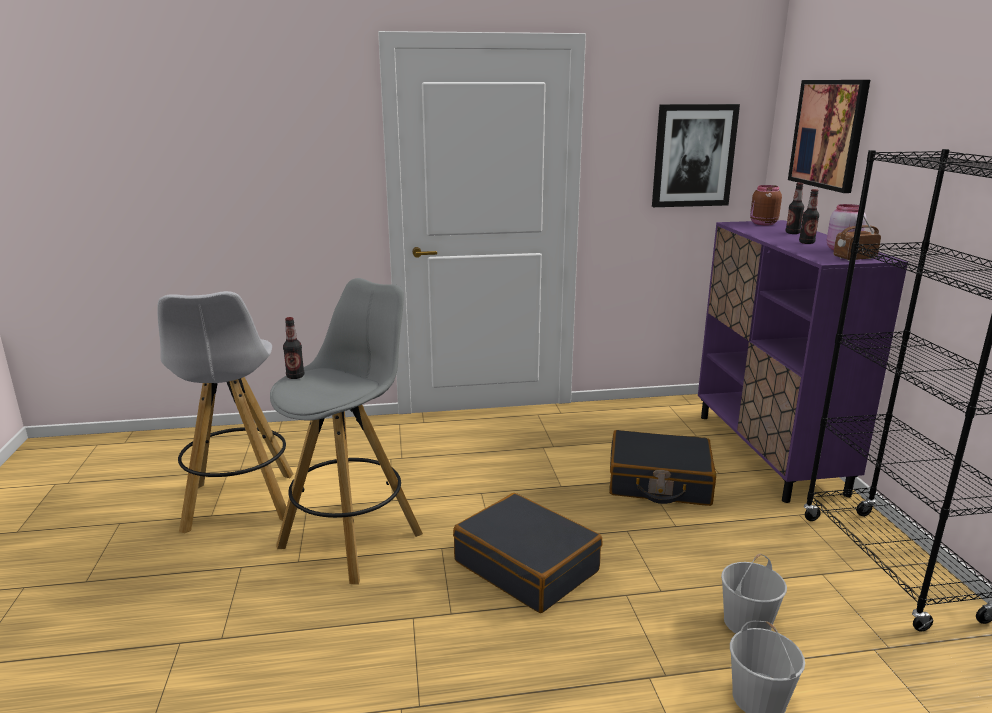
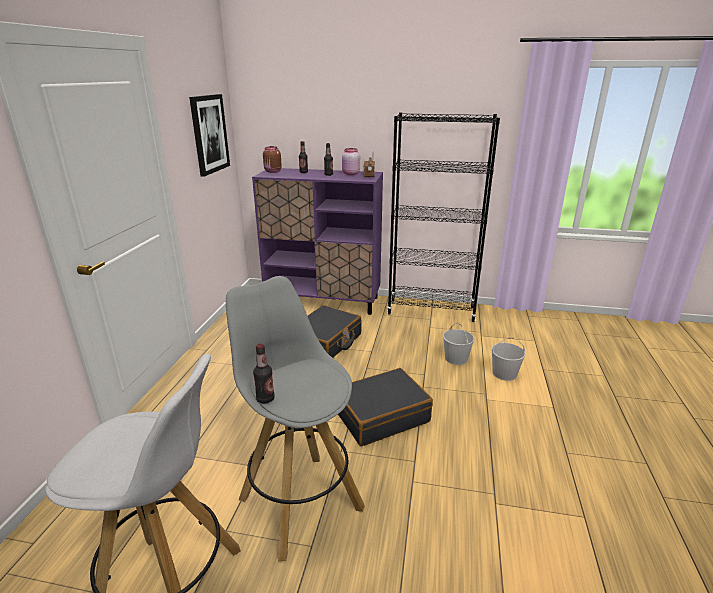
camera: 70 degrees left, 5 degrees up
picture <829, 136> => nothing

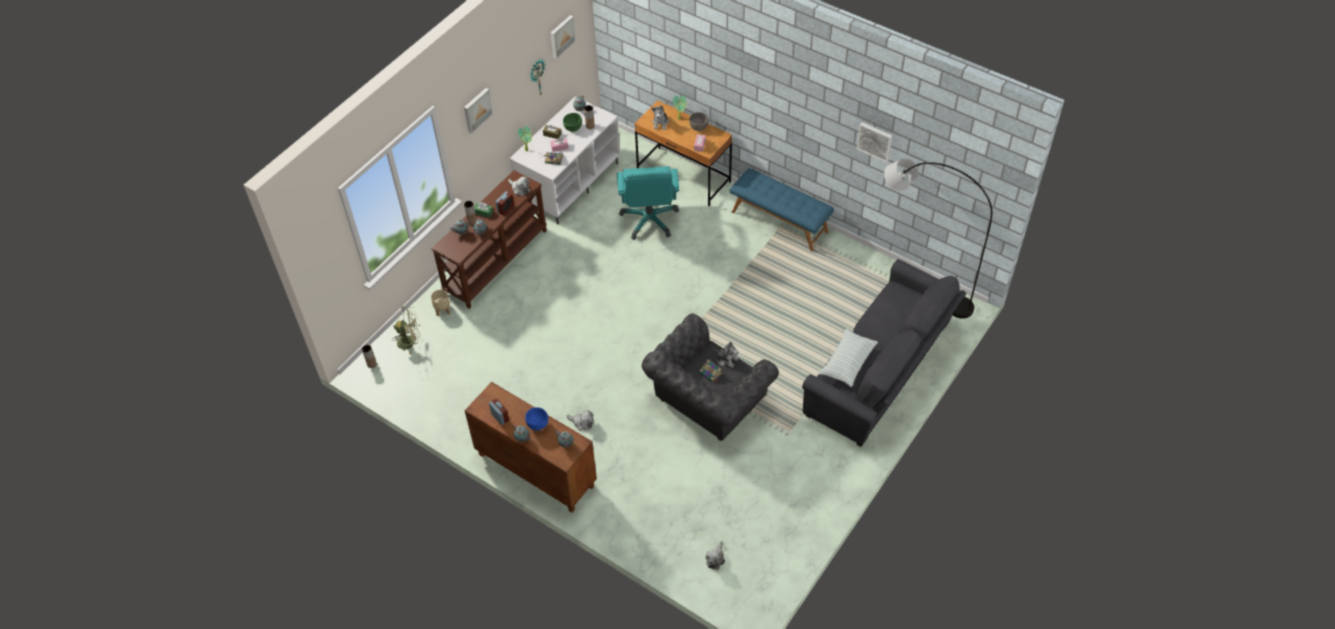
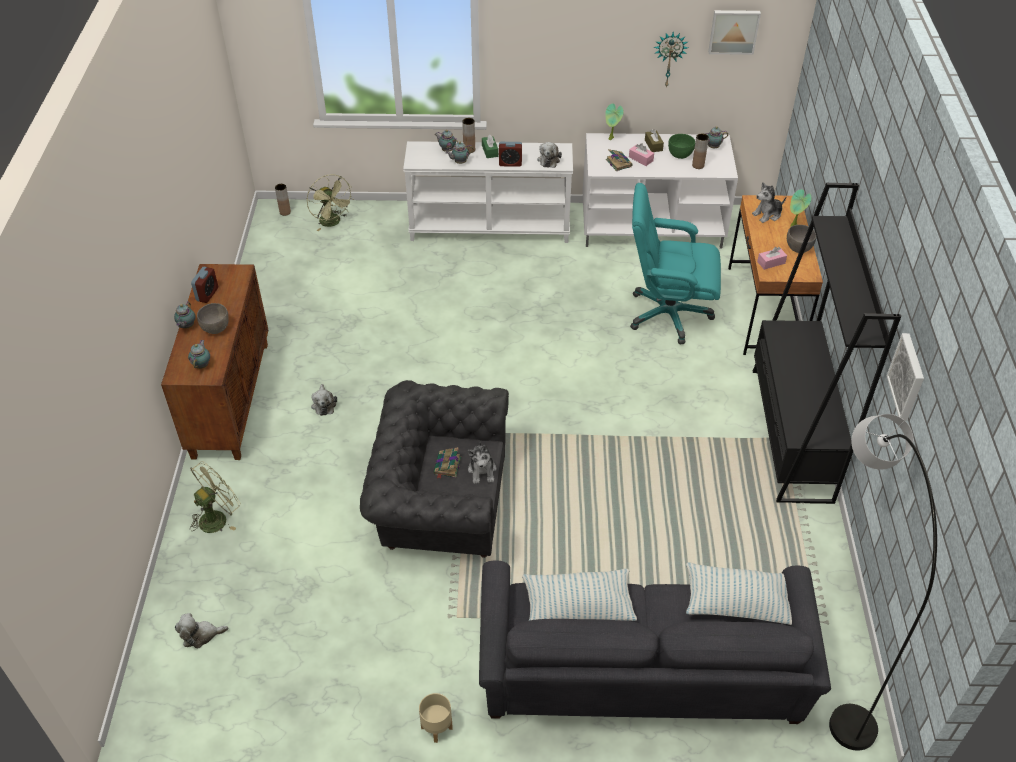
camera: 55 degrees right, 5 degrees down
picture <478, 111> => nothing
nothing => green electric fan <215, 497>
nothing => pillow <739, 593>
beige plant pot <440, 302> => beige plant pot <436, 718>, shifted
blue bench <782, 209> => black-coloured bookcase <827, 343>
brownish narrow table <489, 239> => whitish narrow table <488, 192>
blue serving bowl <536, 418> => gray serving bowl <213, 318>
blue-green computer chair <648, 203> => blue-green computer chair <675, 264>, 45 degrees clockwise

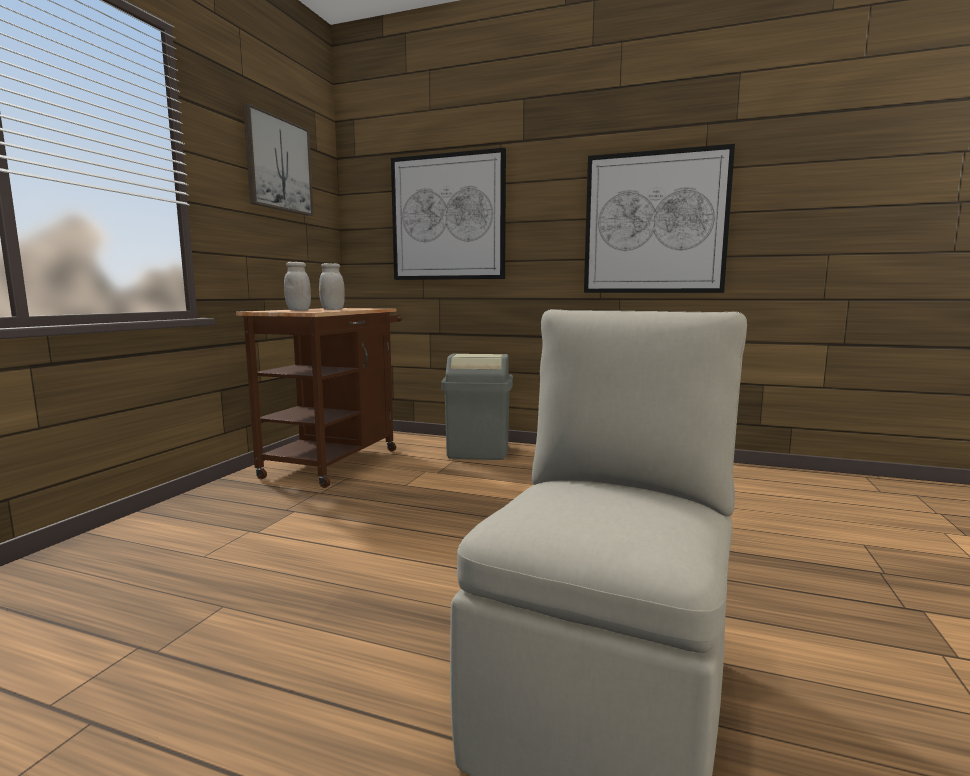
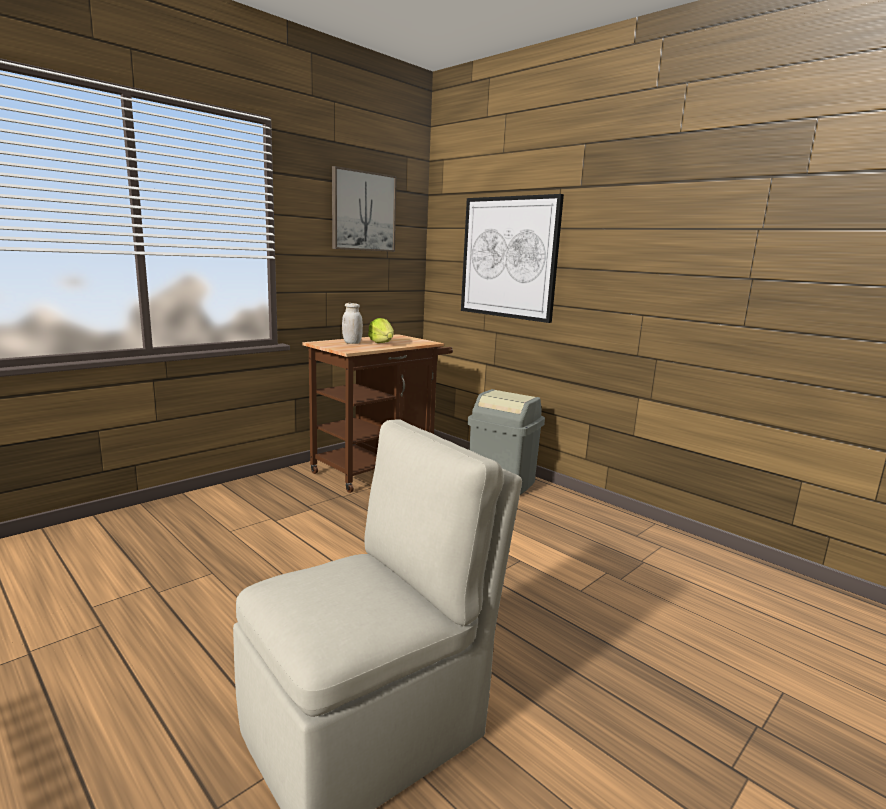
camera: 25 degrees right, 5 degrees up
picture <659, 218> => nothing
whitish preserve jar <332, 286> => head of lettuce <381, 330>

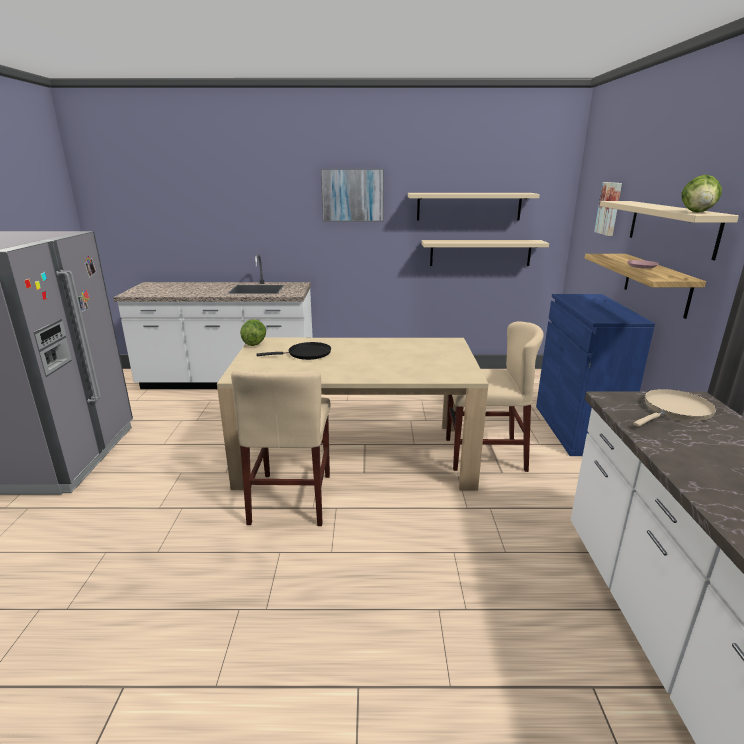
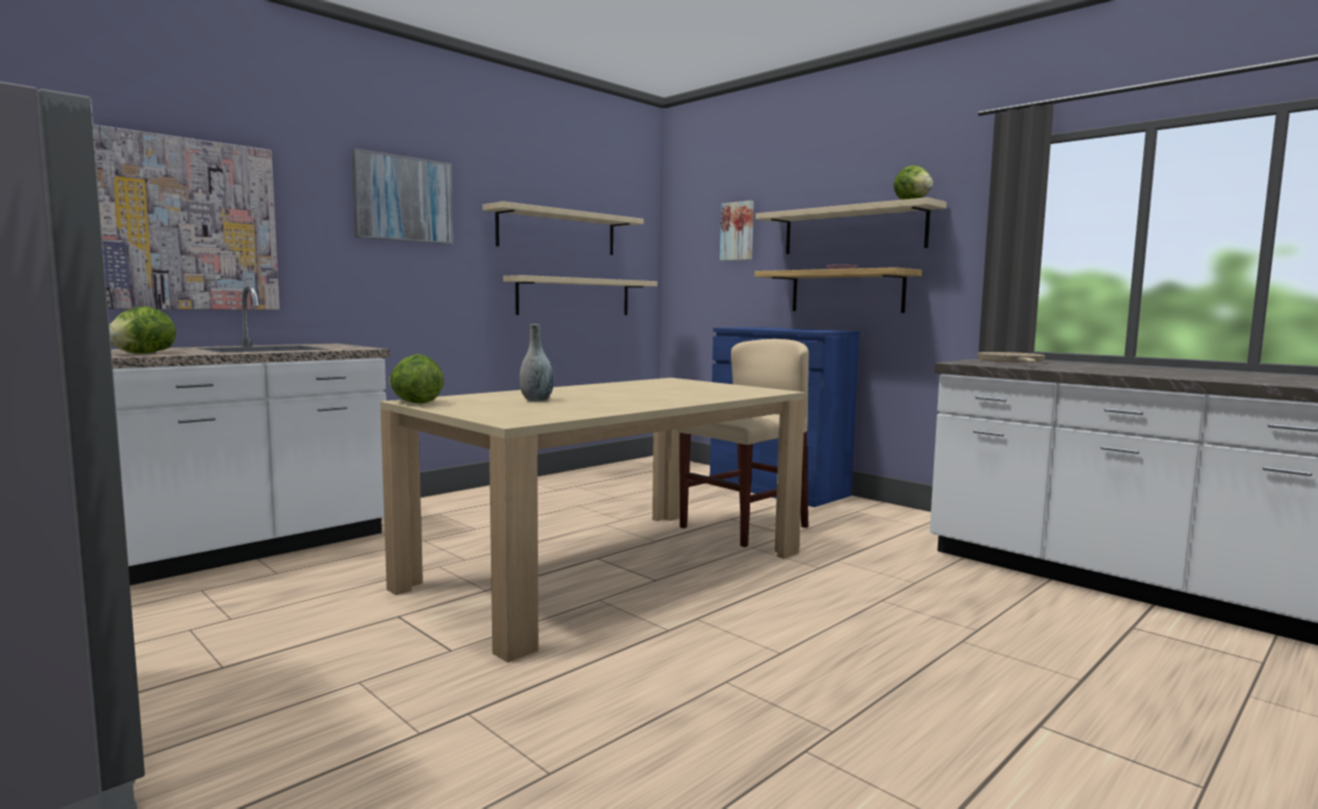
camera: 45 degrees left, 15 degrees down
beige plain chair <280, 448> => nothing
nothing => picture <186, 217>
nothing => head of lettuce <142, 329>
black-coloured frying pan <293, 351> => gray decorative vase <537, 363>

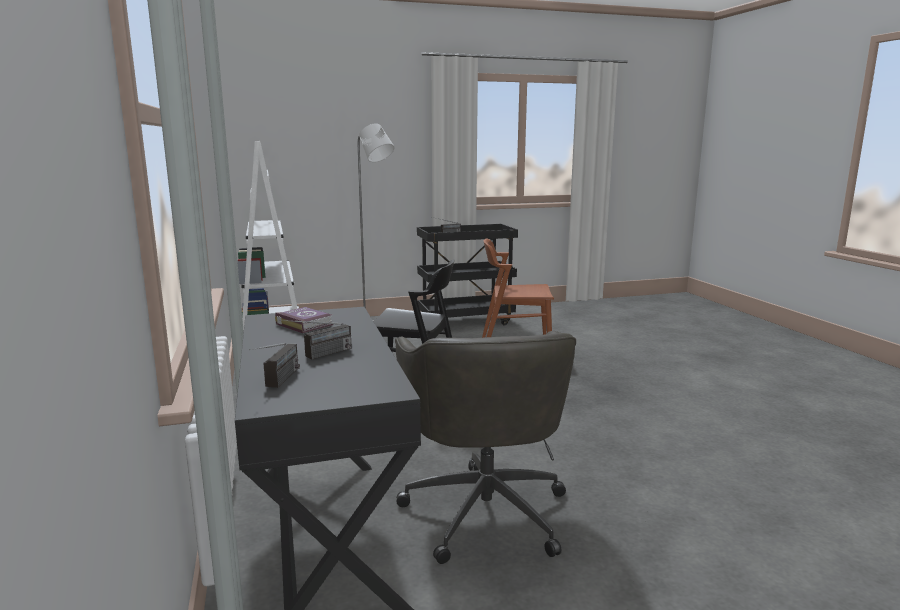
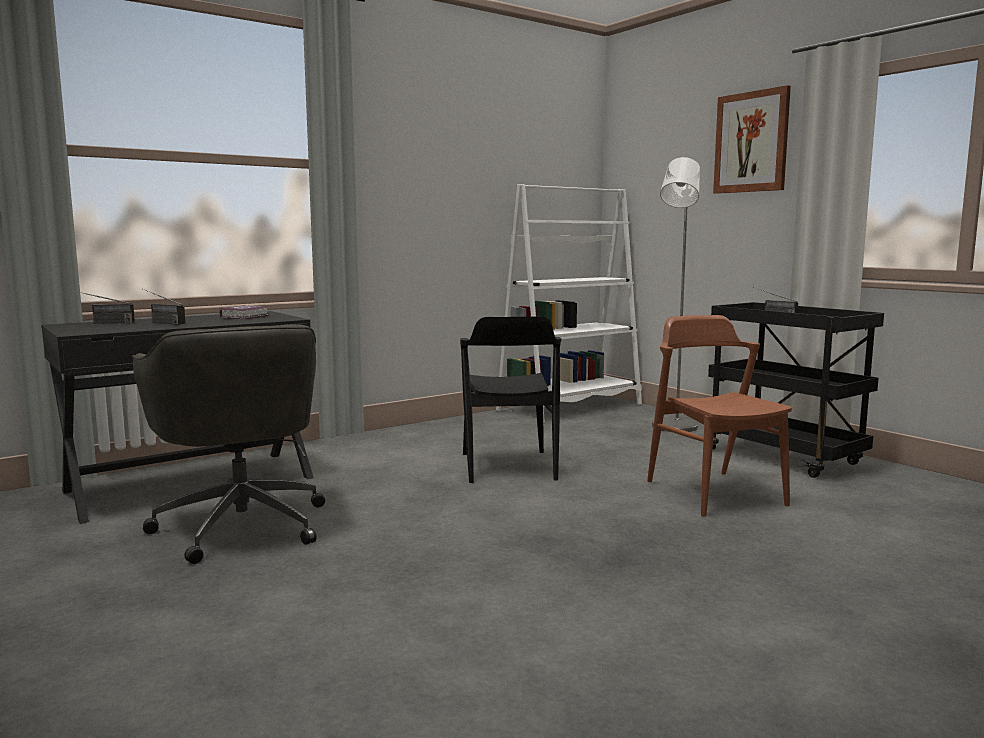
camera: 70 degrees right, 5 degrees down
nothing => picture <752, 139>
gray computer chair <485, 447> => gray computer chair <228, 444>, 90 degrees counterclockwise

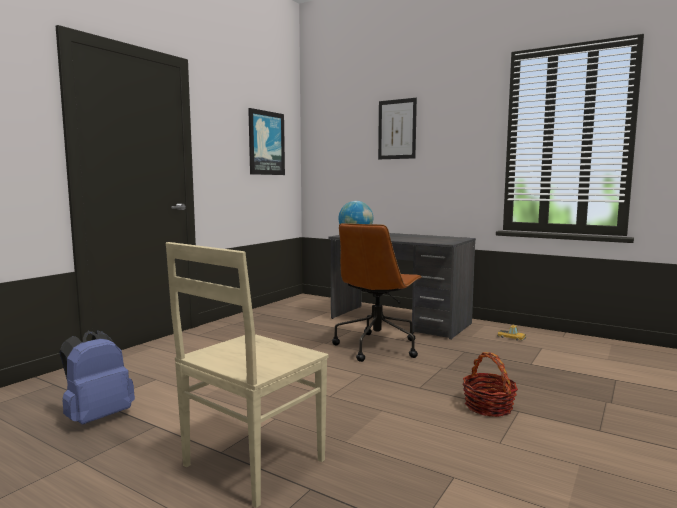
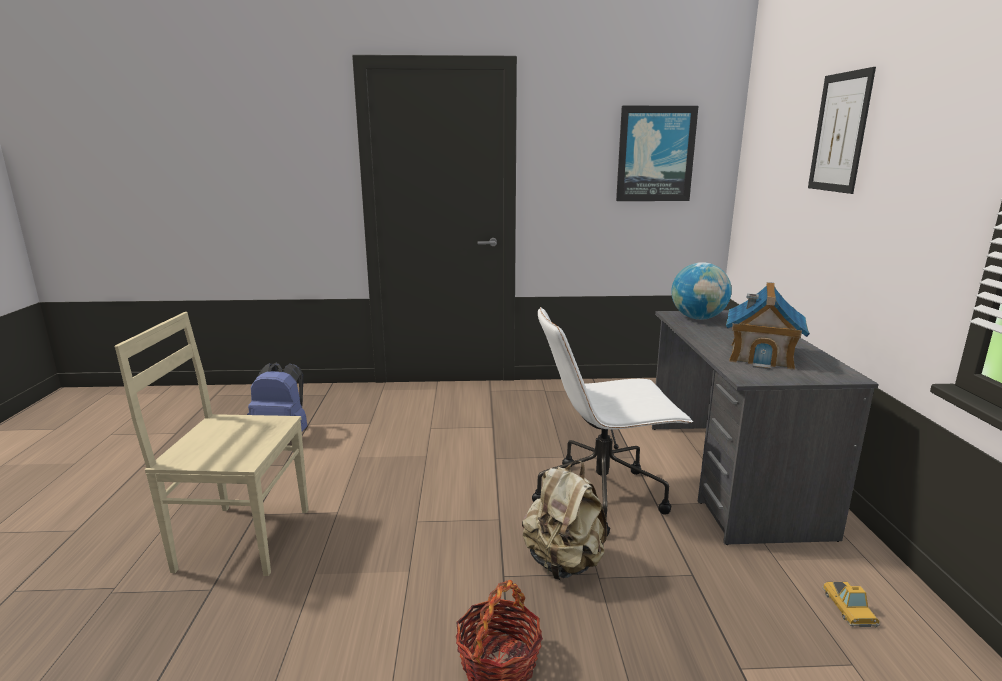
camera: 55 degrees right, 10 degrees up
nothing => beige backpack <564, 520>
nothing => toy house <768, 326>
brownish computer chair <377, 292> => whitish computer chair <612, 421>

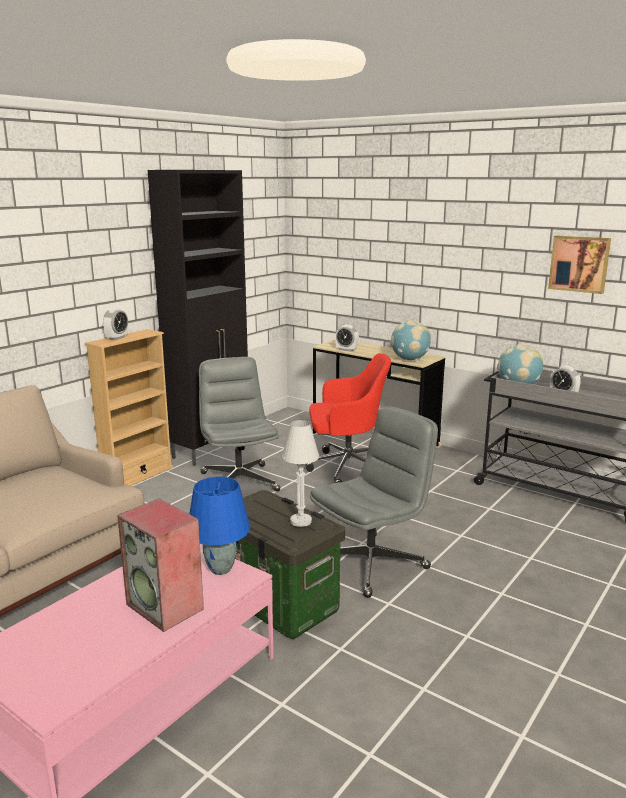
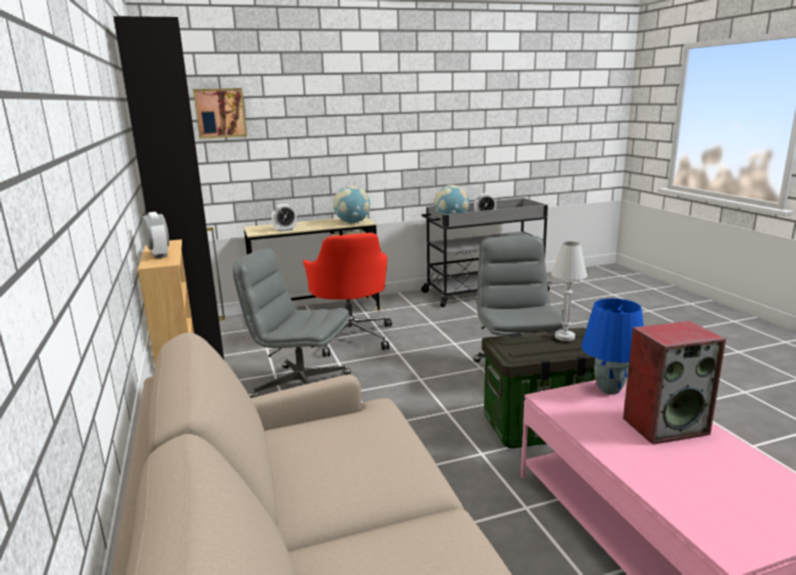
camera: 55 degrees left, 0 degrees up
picture <579, 265> => picture <220, 113>, shifted
red computer chair <348, 418> => red computer chair <347, 295>, 135 degrees clockwise

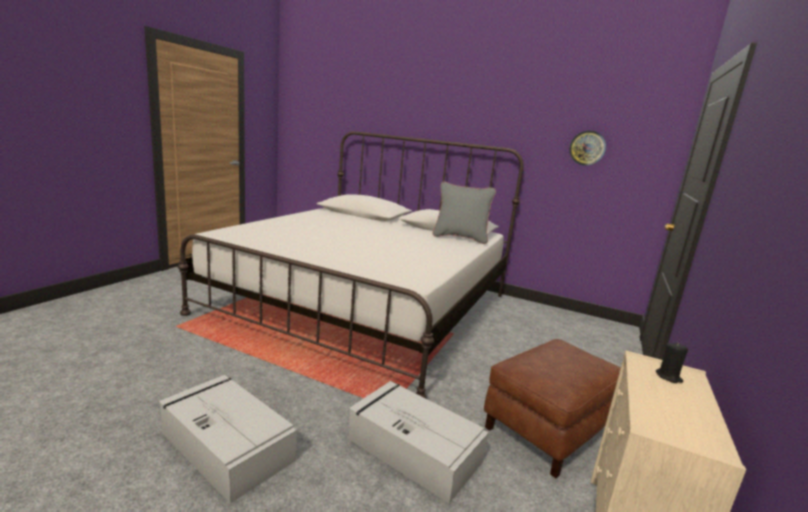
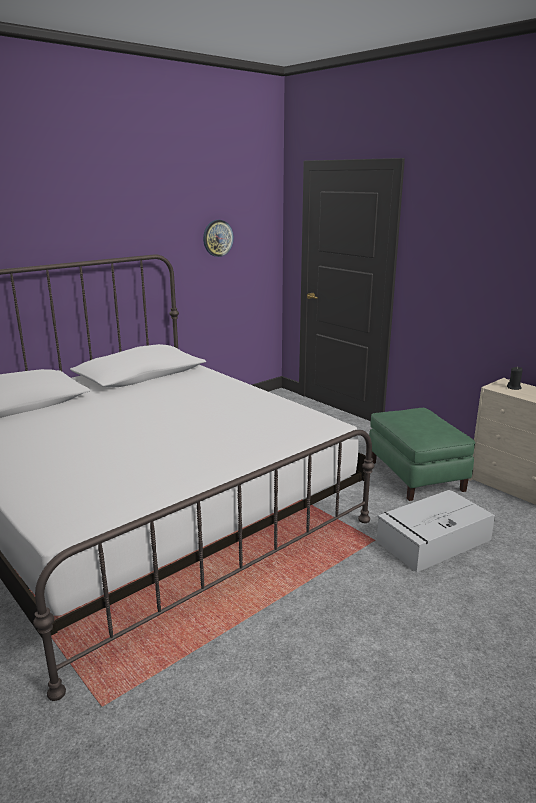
camera: 65 degrees left, 5 degrees up
gray storage container <228, 439> => nothing
gray pillow <464, 213> => nothing
brownish footrest <552, 408> => green footrest <422, 454>

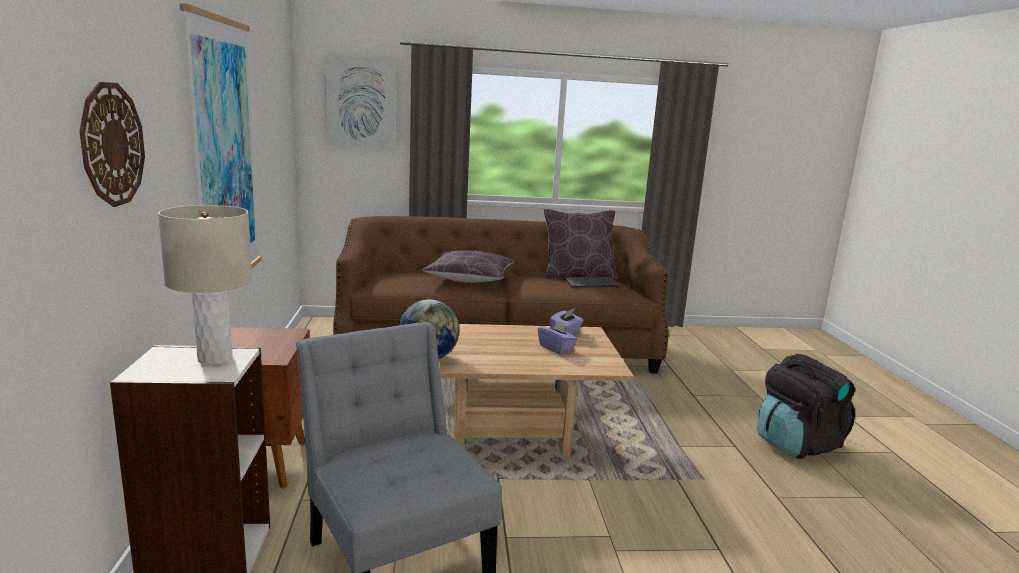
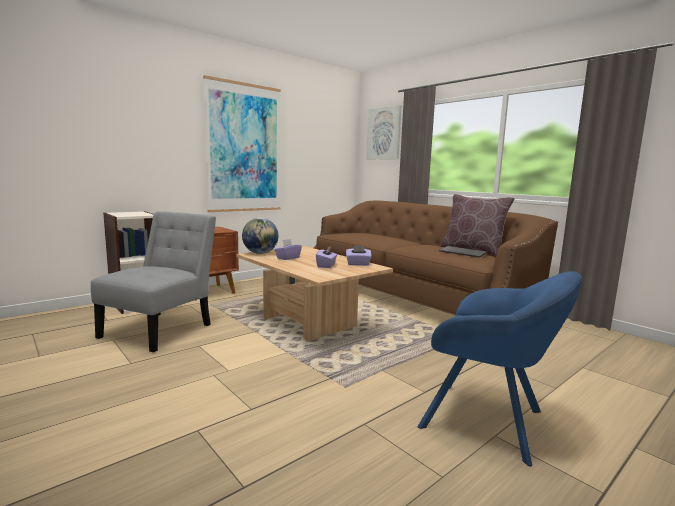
camera: 55 degrees right, 5 degrees down
clock on the wall <112, 144> => nothing
beige table lamp <205, 285> => nothing
brownish pillow <468, 266> => nothing
nothing => purple-coloured tissue holder <288, 249>
black-coloured backpack <806, 406> => blue lounge chair <500, 369>

